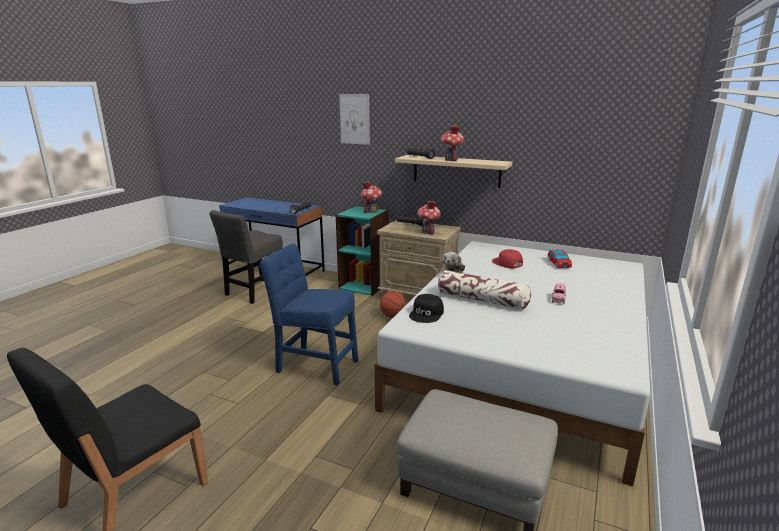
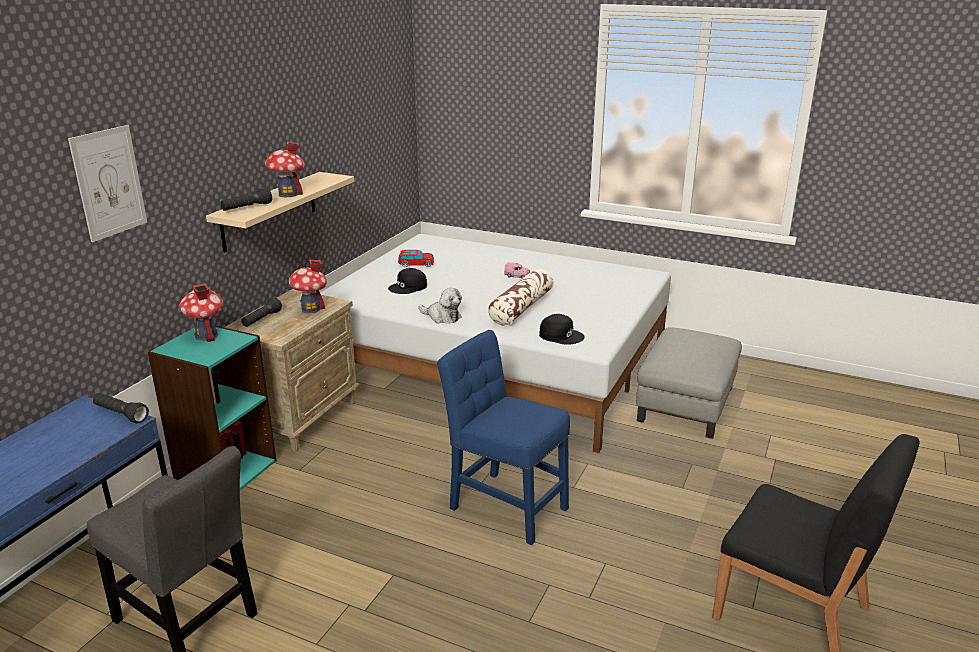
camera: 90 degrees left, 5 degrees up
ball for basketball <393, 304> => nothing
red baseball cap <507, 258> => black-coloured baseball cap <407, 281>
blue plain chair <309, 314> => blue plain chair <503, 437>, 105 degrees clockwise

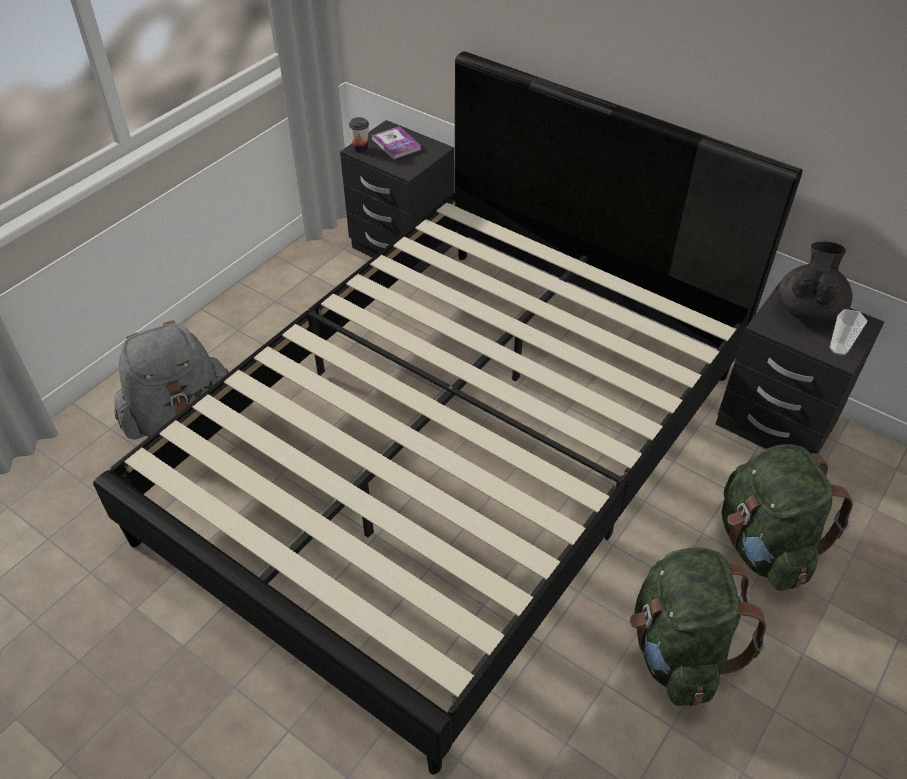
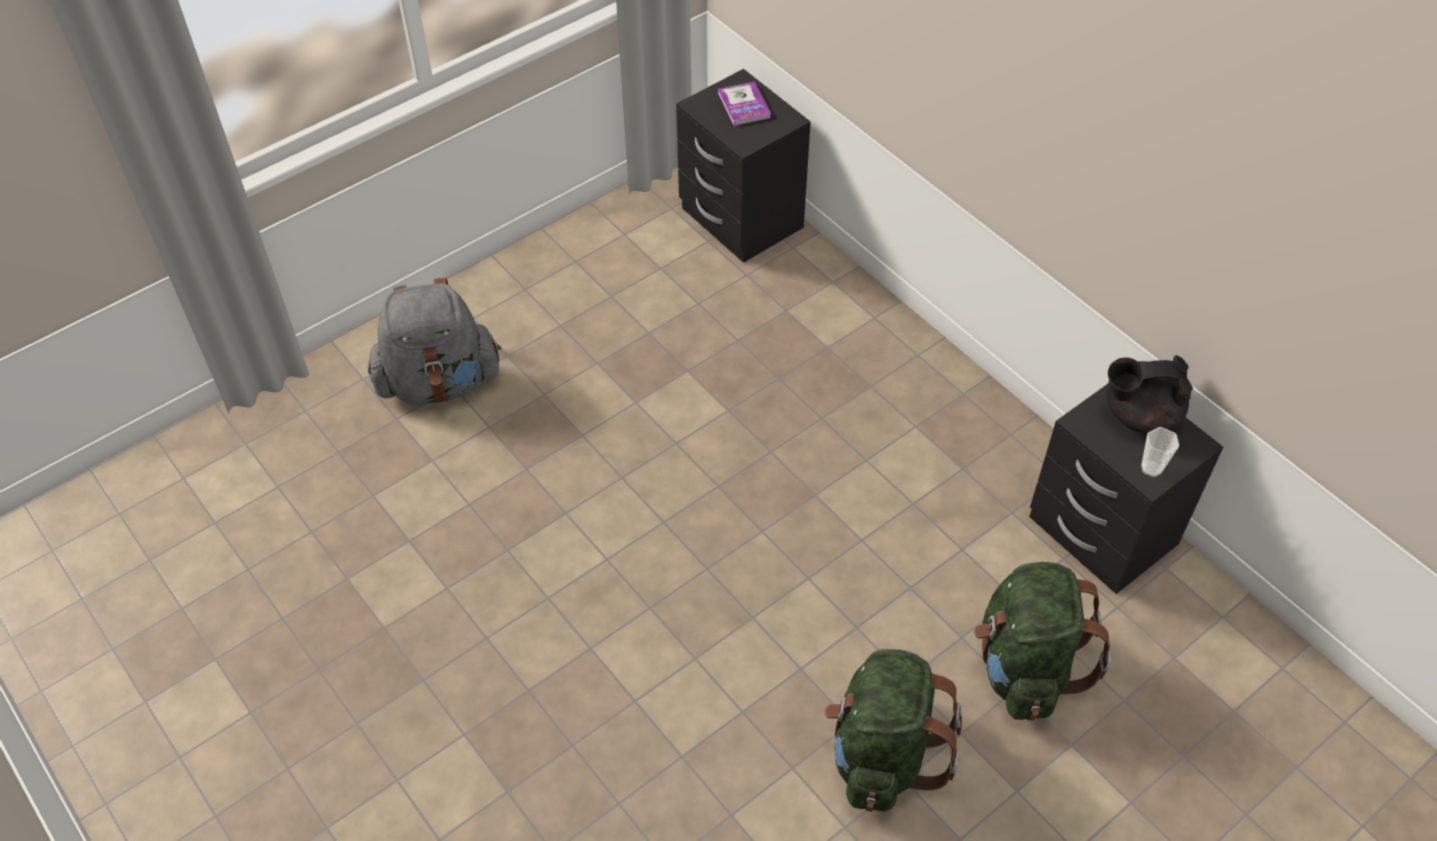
camera: 15 degrees right, 5 degrees up
black-coloured bed <448, 412> => nothing
small cup <359, 135> => nothing
black-coloured tea pot <815, 282> => black-coloured tea pot <1150, 394>, 135 degrees counterclockwise

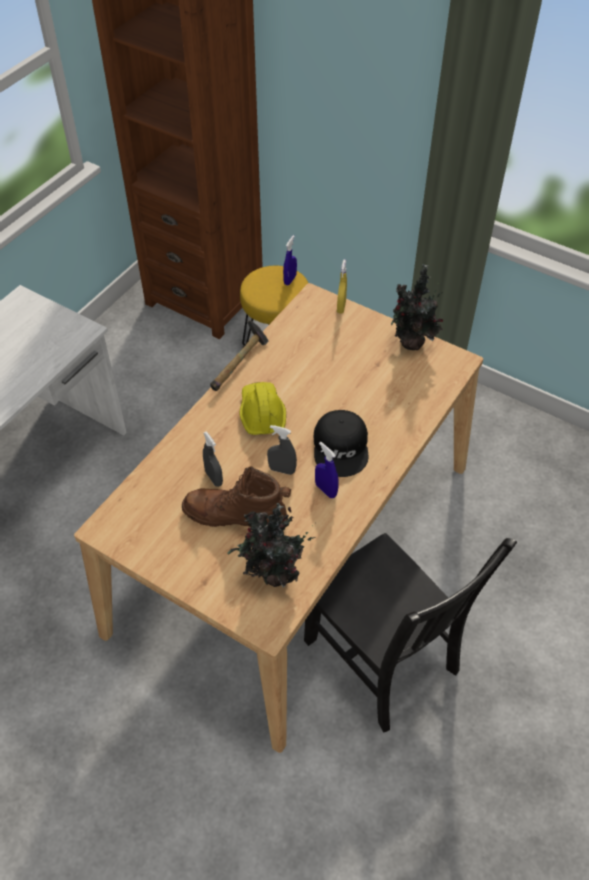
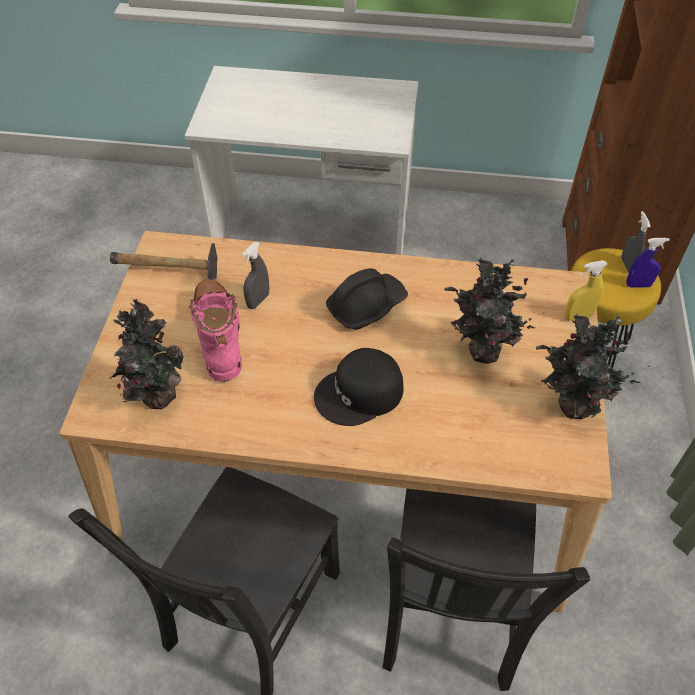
camera: 65 degrees right, 0 degrees up
blue spray bottle <327, 470> => nothing
nothing => black-coloured plain chair <486, 590>
nothing => houseplant <494, 311>
hand hammer <239, 355> => hand hammer <163, 261>, shifted
gray spray bottle <282, 450> => gray spray bottle <636, 241>, shifted
brownish boot <236, 496> => pinkish boot <215, 331>
yellow-coloured hard hat <263, 408> => black-coloured hard hat <367, 299>

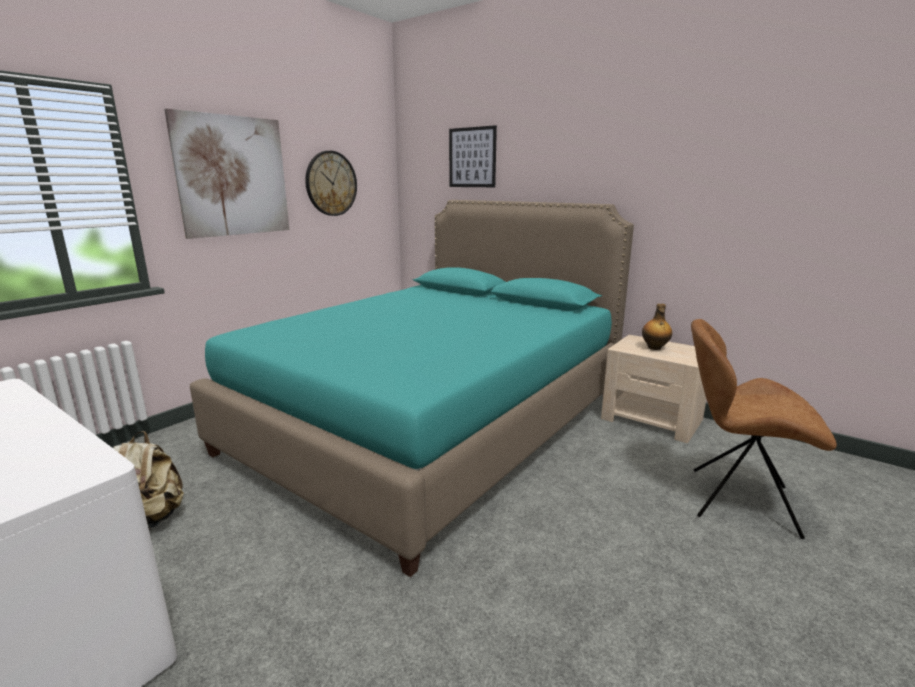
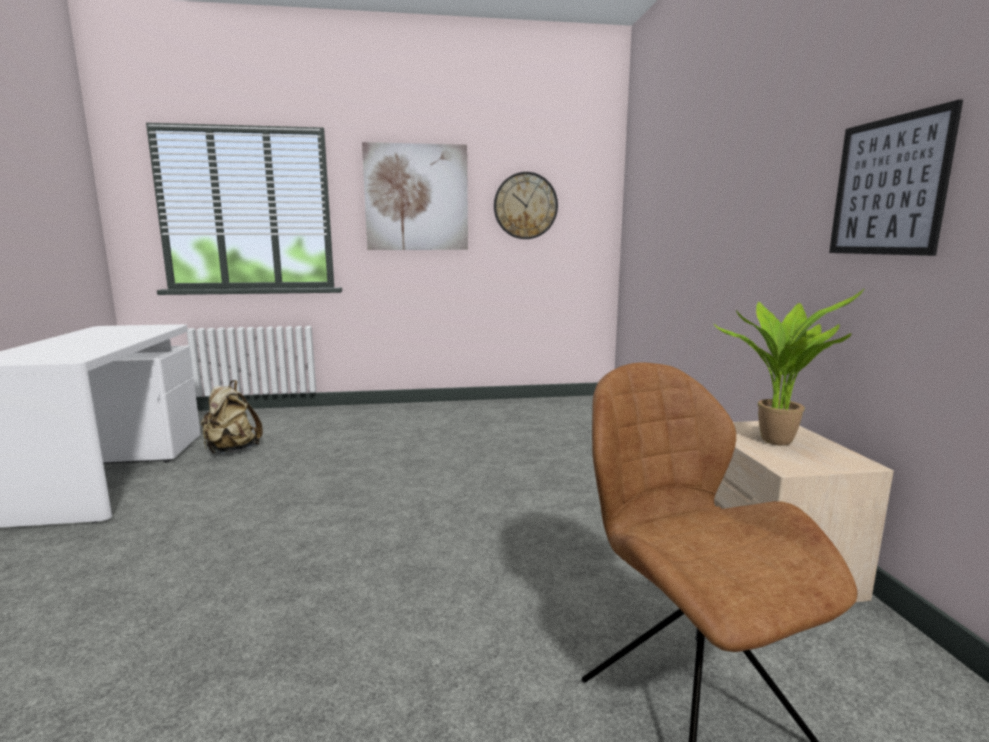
camera: 45 degrees right, 5 degrees down
blue-green bed <412, 388> => nothing
picture <473, 156> => picture <896, 177>, shifted
drink bottle <657, 327> => houseplant <789, 367>

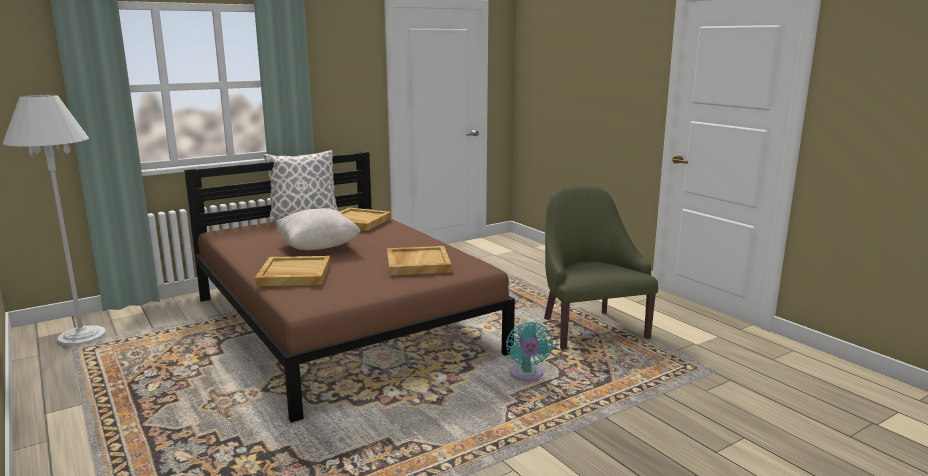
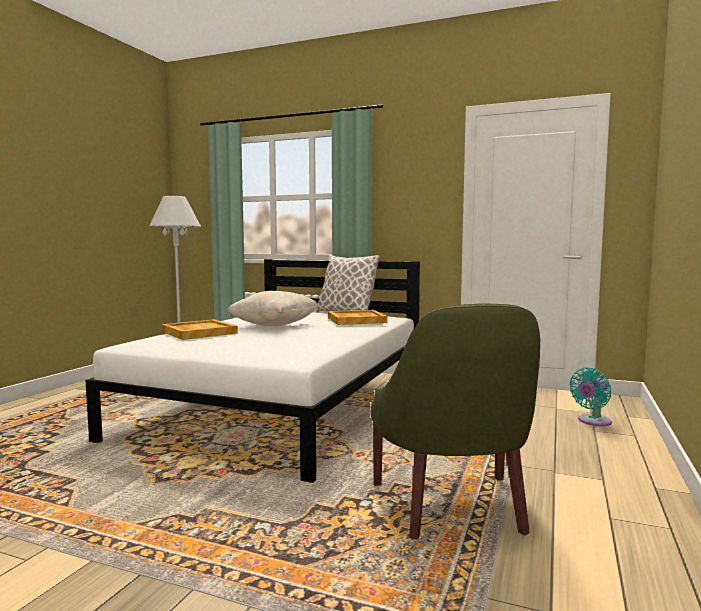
camera: 55 degrees right, 10 degrees down
beige serving tray <419, 261> => nothing
blue-green electric fan <529, 351> => blue-green electric fan <590, 397>, shifted
brownish bed <349, 287> => whitish bed <252, 371>
green lounge chair <601, 268> => green lounge chair <455, 421>, 135 degrees clockwise

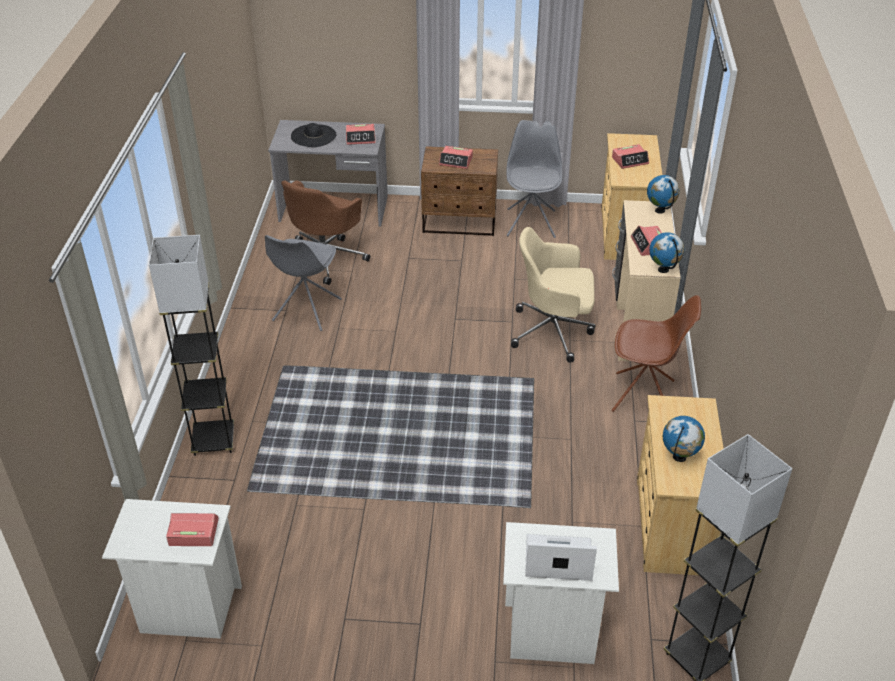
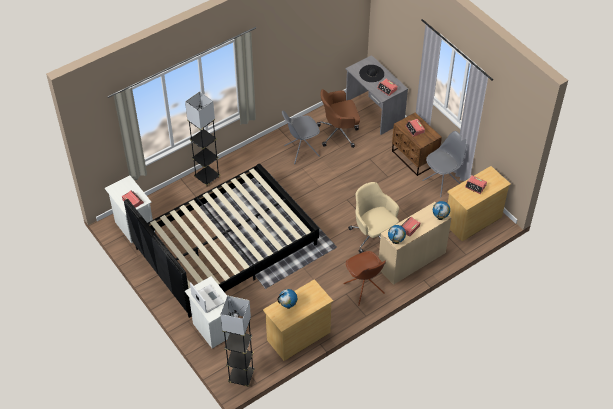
camera: 50 degrees right, 10 degrees up
nothing => black-coloured bed <221, 241>

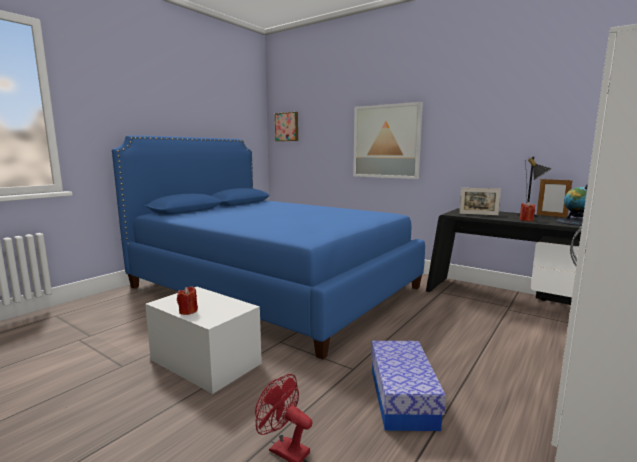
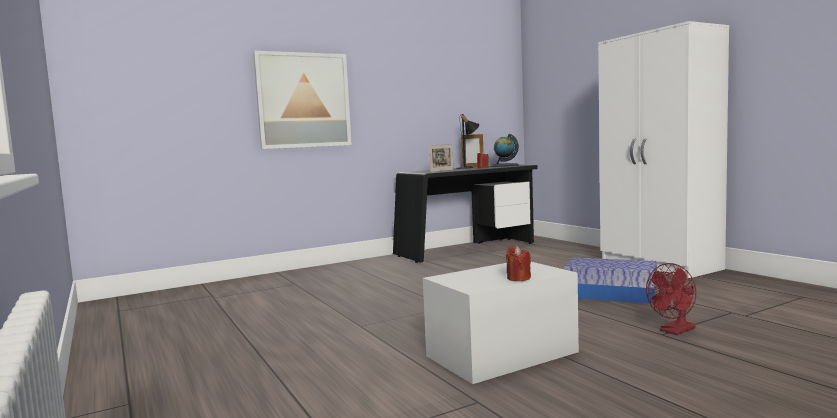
camera: 65 degrees left, 5 degrees down
blue bed <268, 247> => nothing
picture <286, 126> => nothing

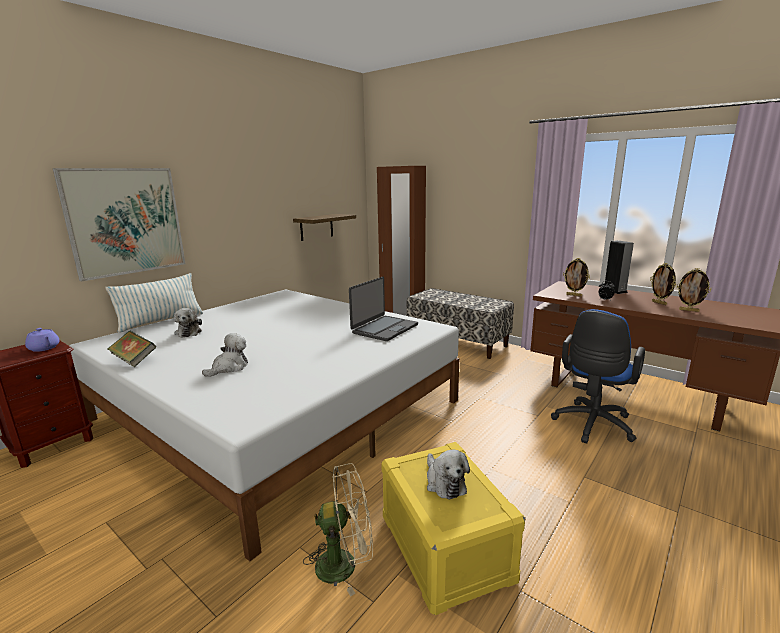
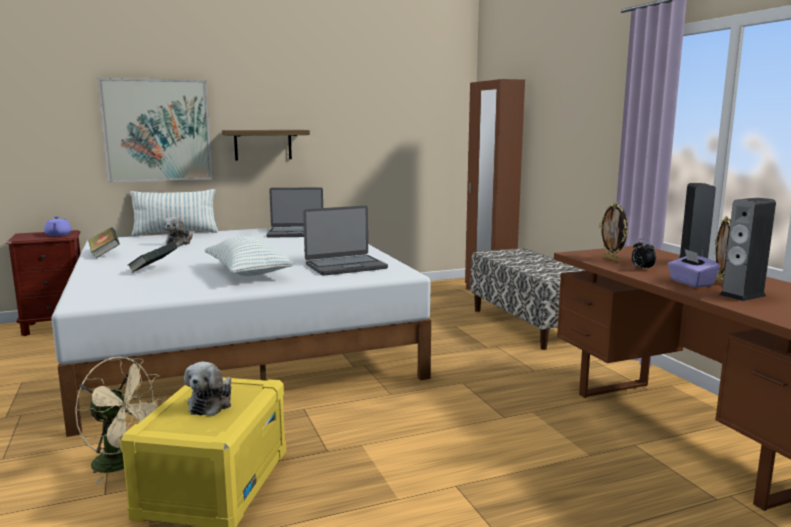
camera: 30 degrees right, 5 degrees down
blue computer chair <598, 376> => nothing
nothing => pillow <249, 256>
nothing => notebook computer <295, 212>
nothing => purple-coloured tissue holder <694, 268>
shelf <324, 227> => shelf <266, 145>, shifted
soft toy <225, 355> => book <153, 257>
picture frame <693, 290> => audio speaker <747, 249>

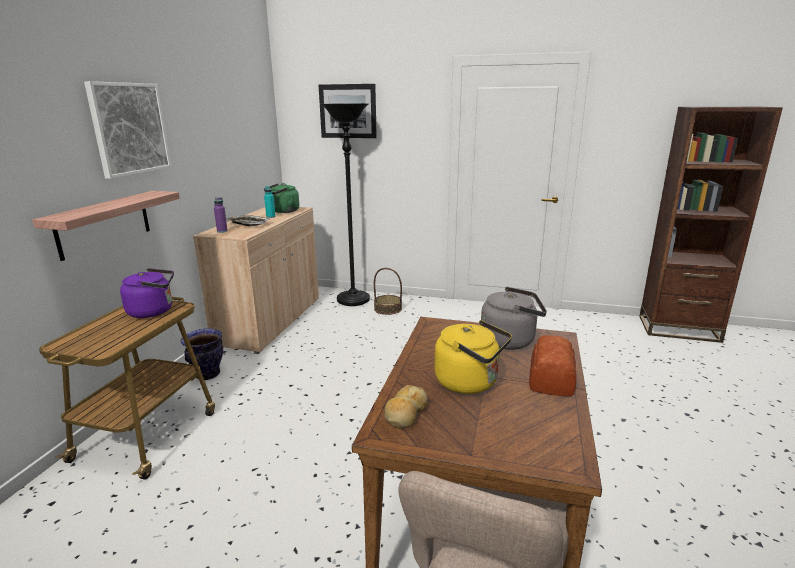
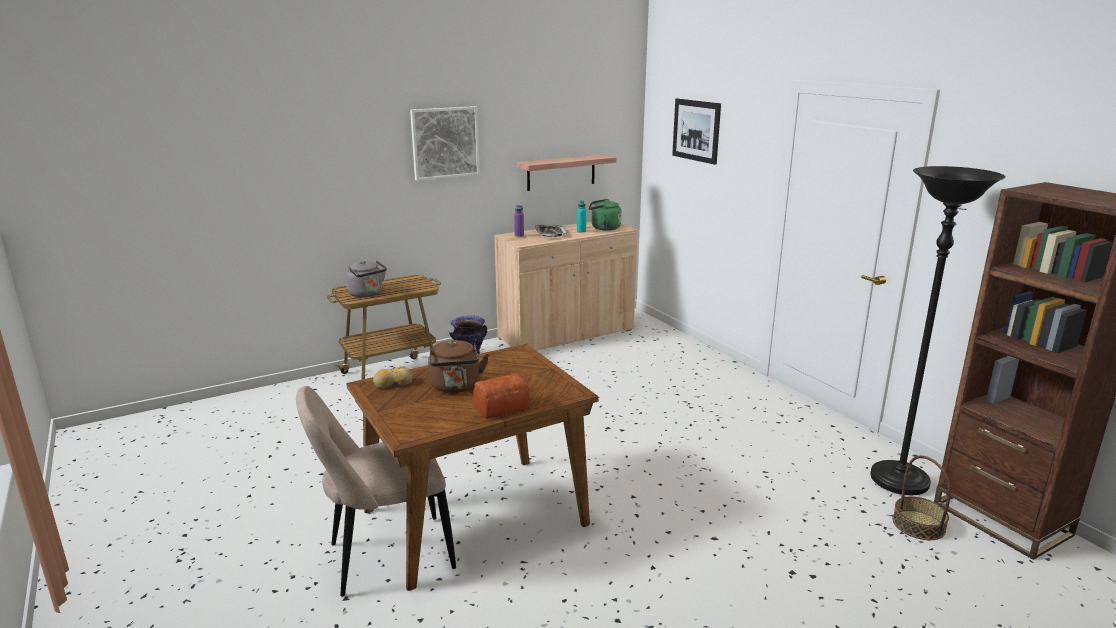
camera: 45 degrees right, 0 degrees up
purple-coloured water kettle <147, 293> => nothing
shelf <106, 226> => shelf <566, 172>, shifted
black-coloured standing lamp <345, 204> => black-coloured standing lamp <937, 330>, shifted
storage basket <388, 291> => storage basket <921, 497>, shifted
gray water kettle <514, 318> => gray water kettle <366, 278>, shifted
yellow-coloured water kettle <473, 357> => brownish water kettle <458, 366>

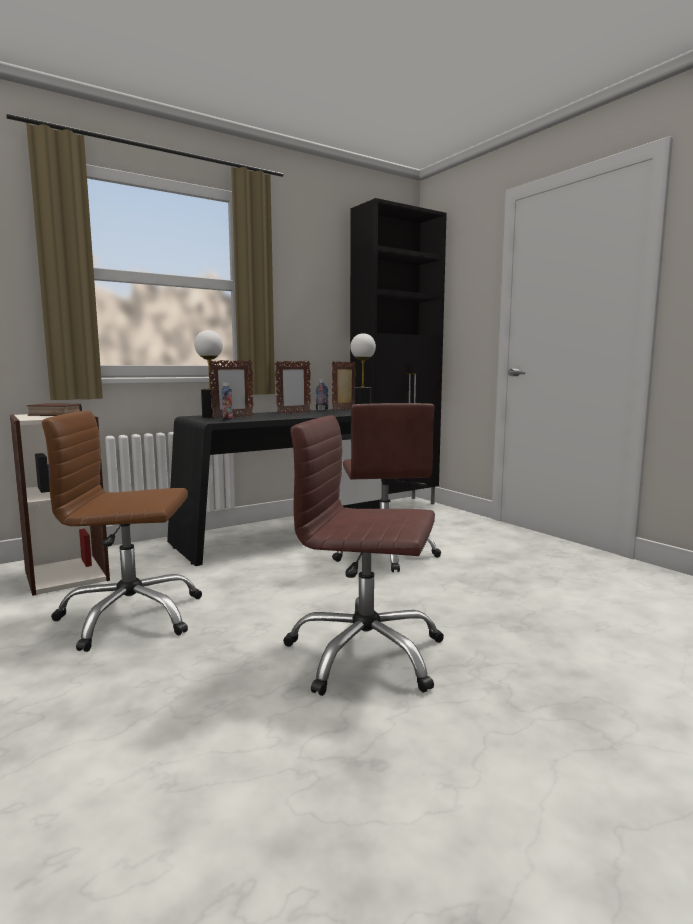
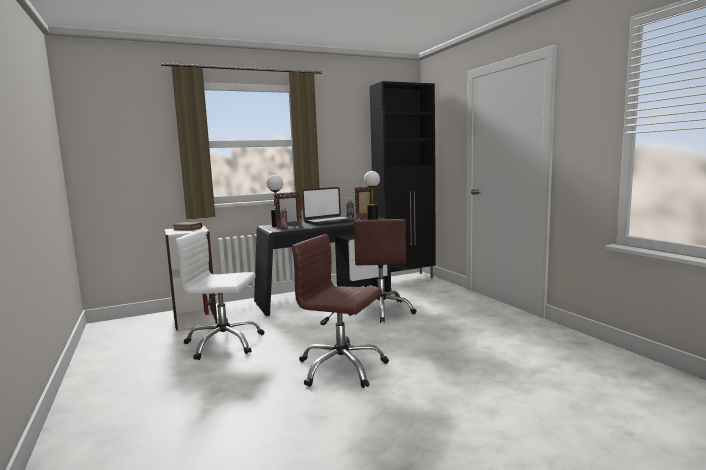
camera: 10 degrees right, 0 degrees up
picture frame <293, 387> => notebook computer <329, 206>
brownish computer chair <122, 531> => whitish computer chair <219, 295>

